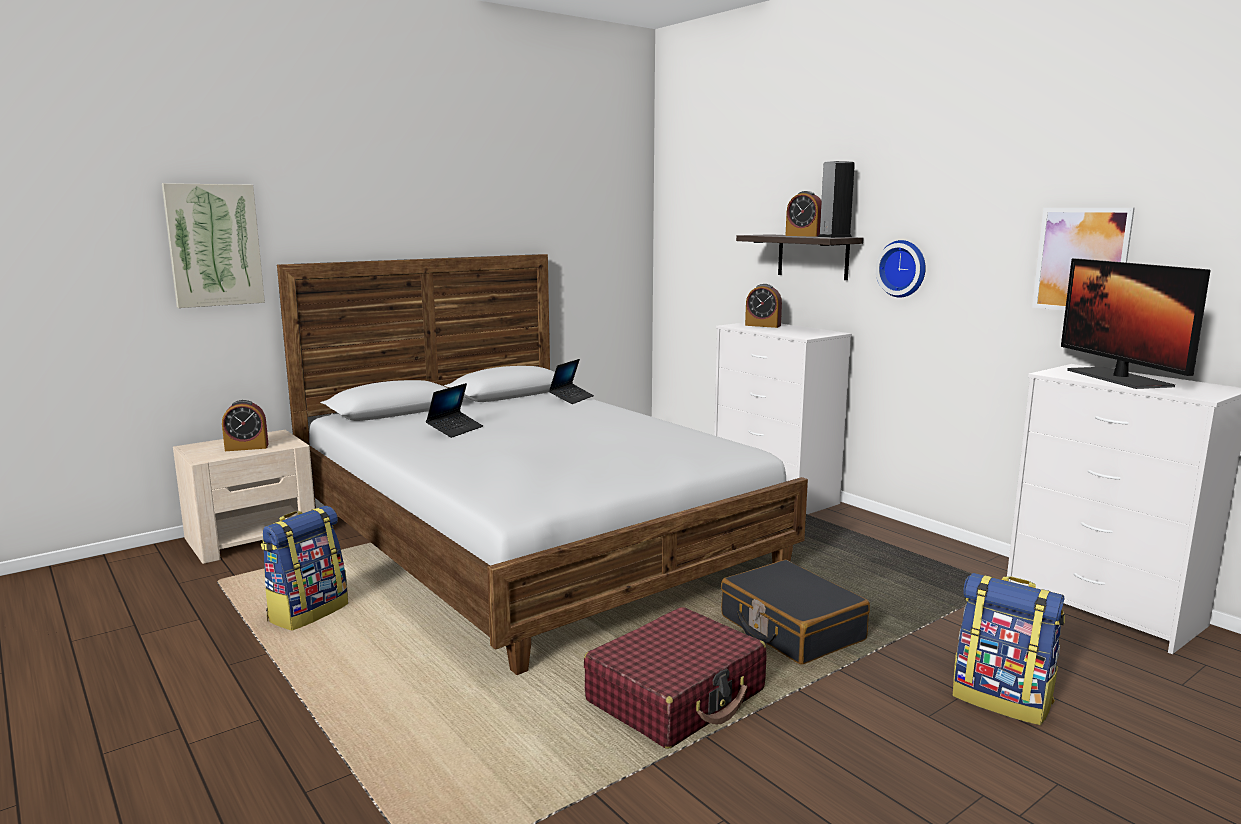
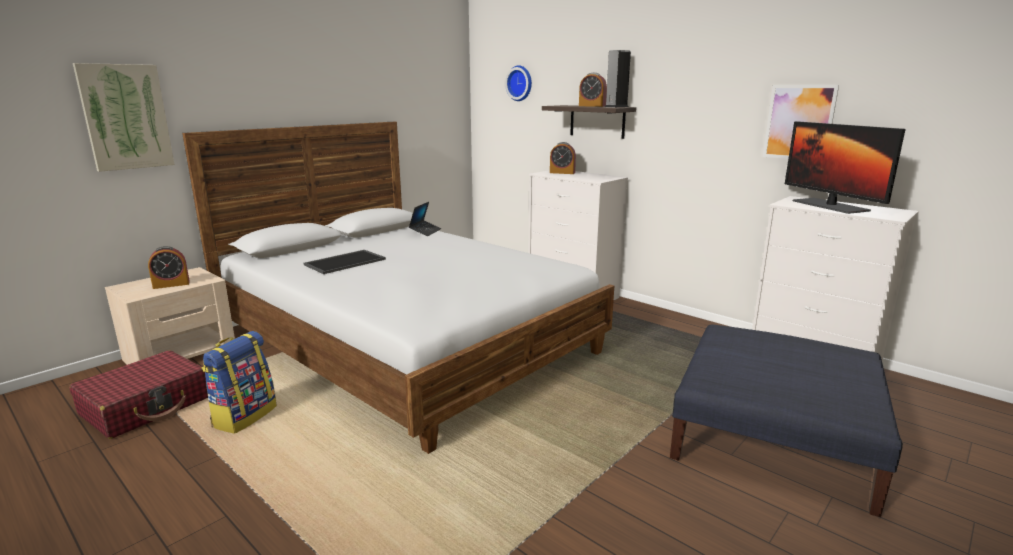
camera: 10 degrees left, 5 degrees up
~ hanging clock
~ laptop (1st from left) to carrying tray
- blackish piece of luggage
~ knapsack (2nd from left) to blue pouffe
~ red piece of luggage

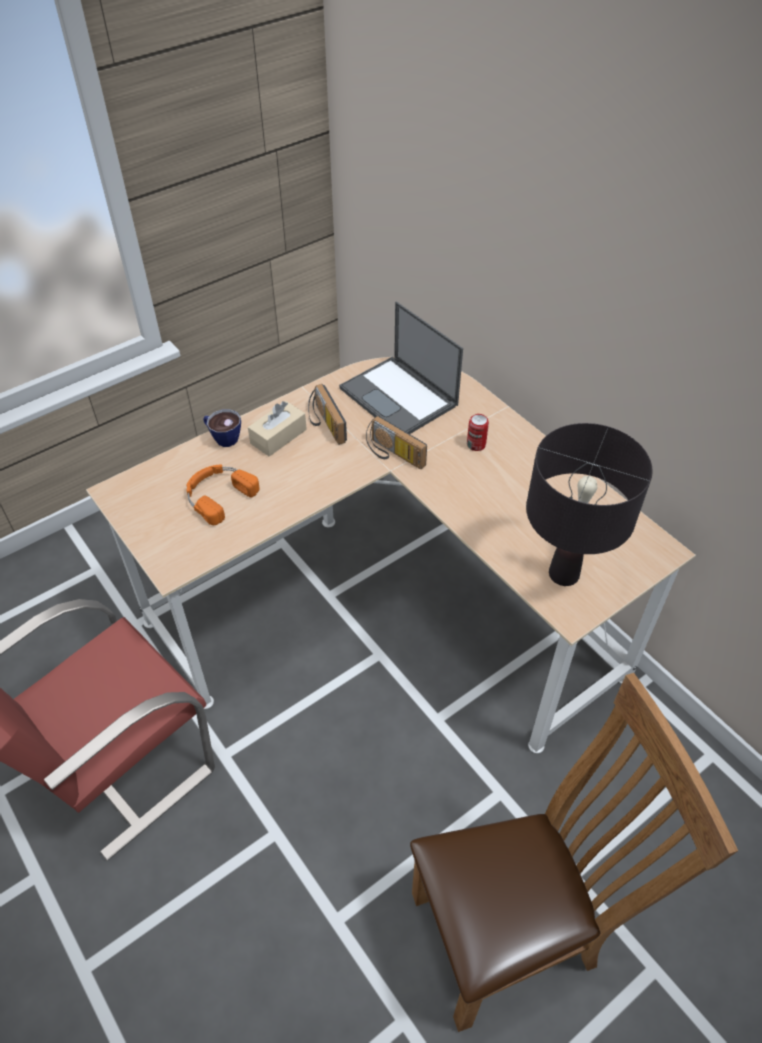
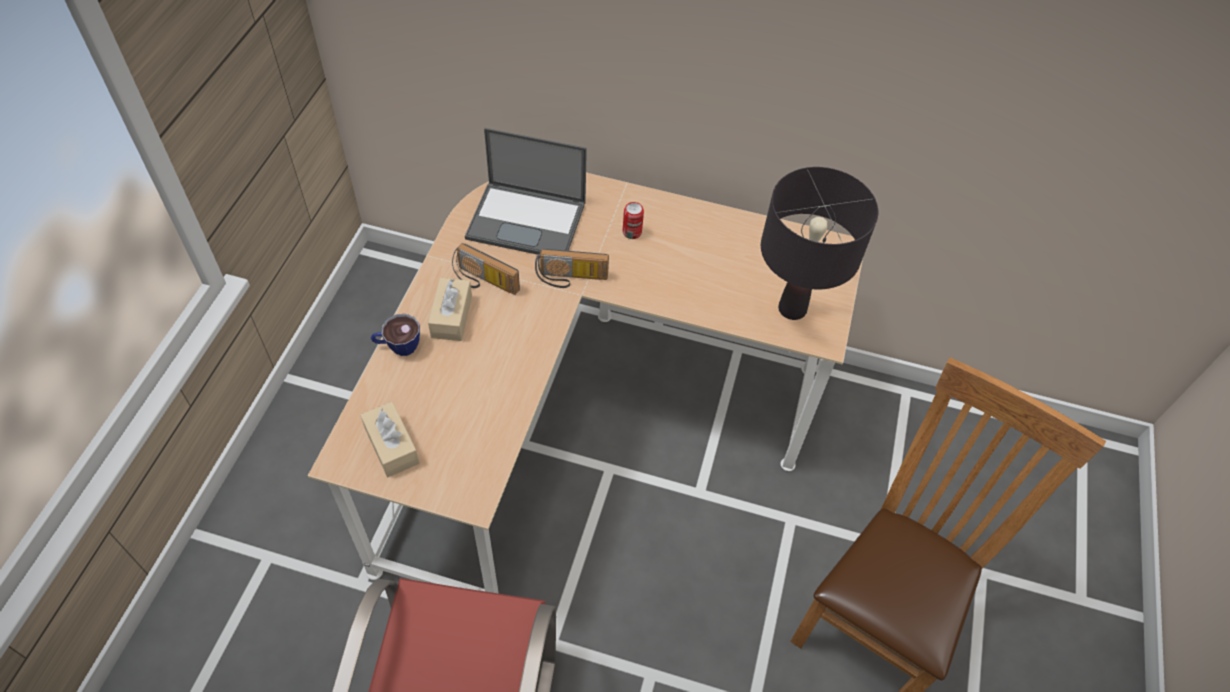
camera: 40 degrees left, 5 degrees up
- orangey headphones
+ sand-coloured box of tissues (1st from left)

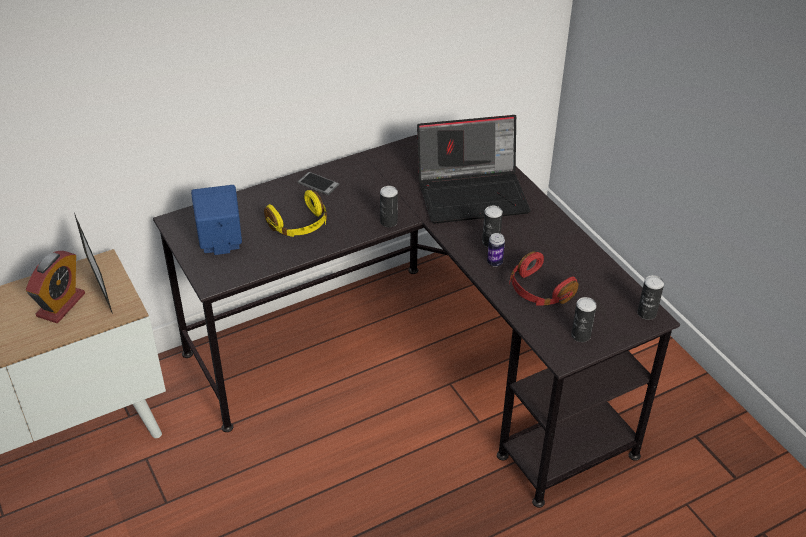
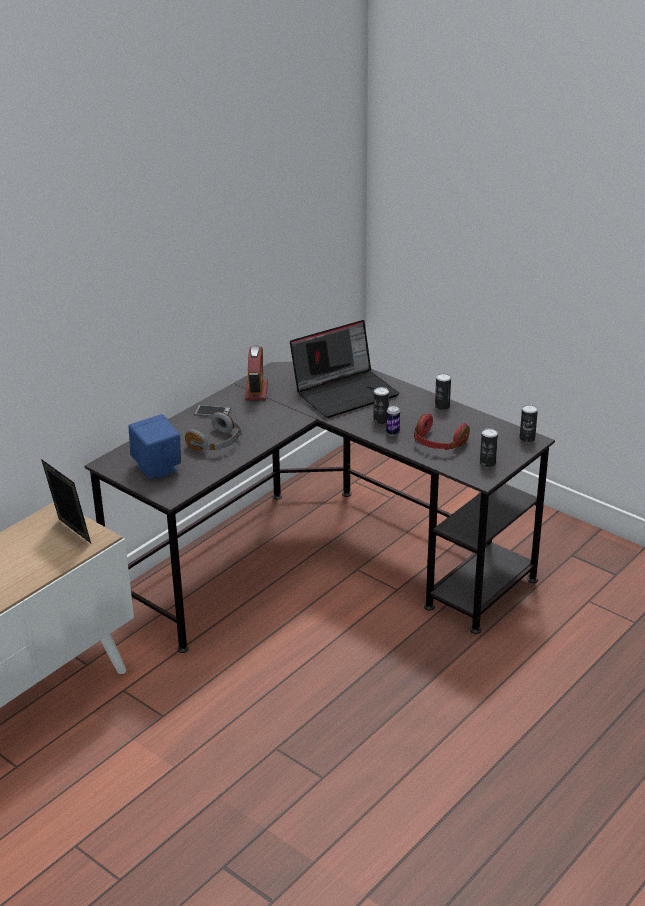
camera: 20 degrees left, 10 degrees down
~ can (1st from left in the first image) to can (3rd from left)
~ yellowish headphones to gray headphones
~ table clock

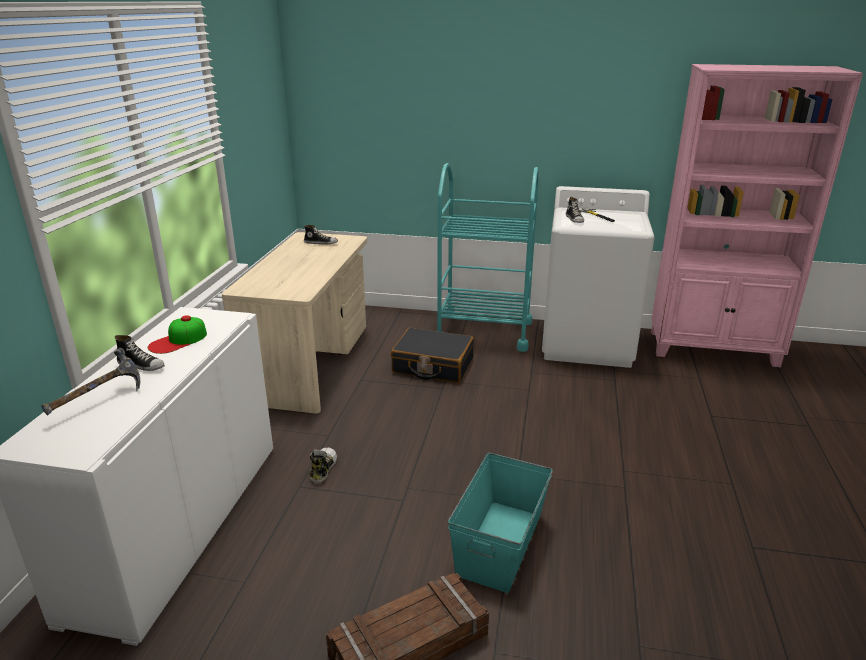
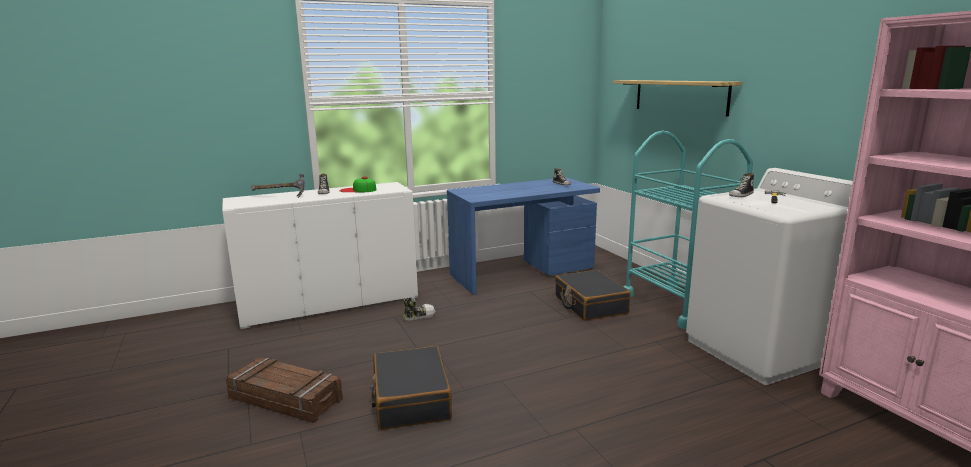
camera: 55 degrees right, 10 degrees down
~ sand-coloured desk to blue desk
~ turquoise storage container to blackish piece of luggage (1st from left)
+ bracket shelf

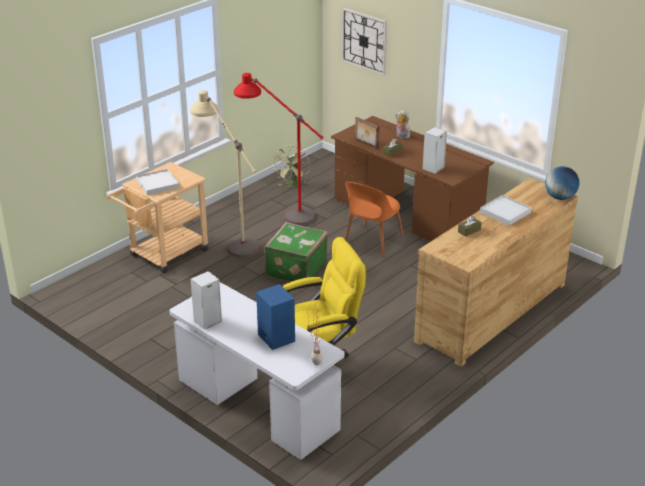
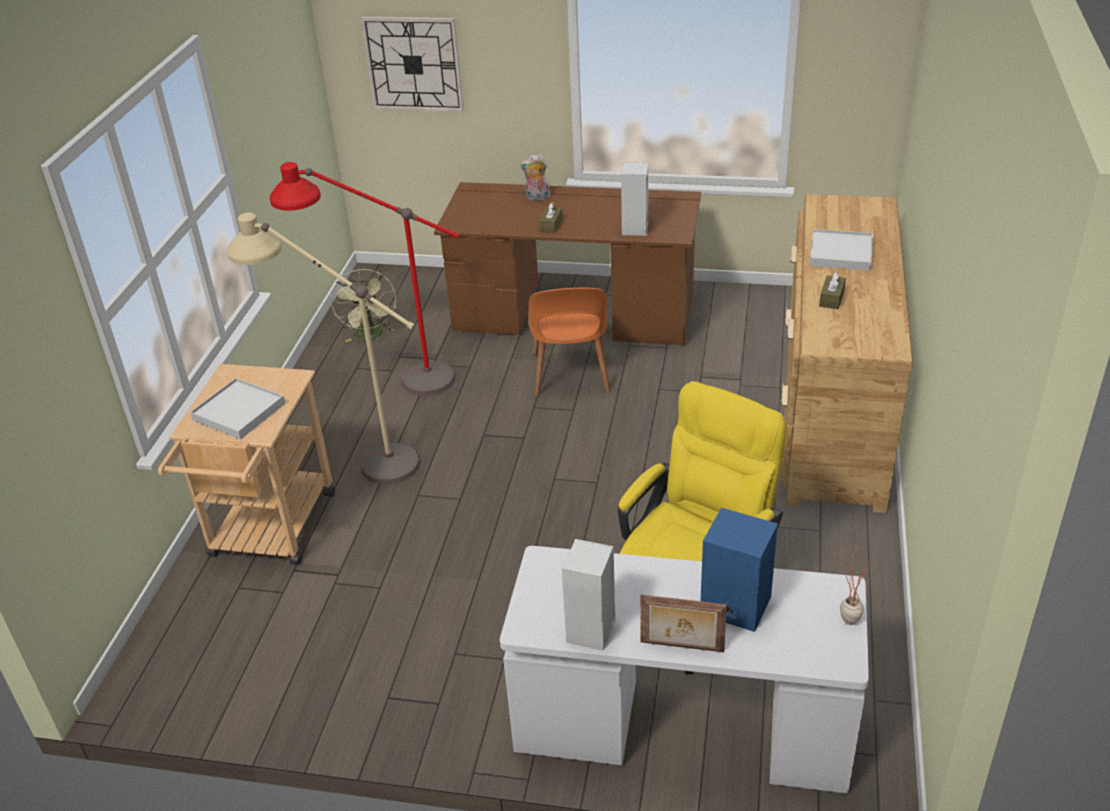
camera: 30 degrees left, 5 degrees up
~ photo frame
- globe
- green-coloured piece of luggage

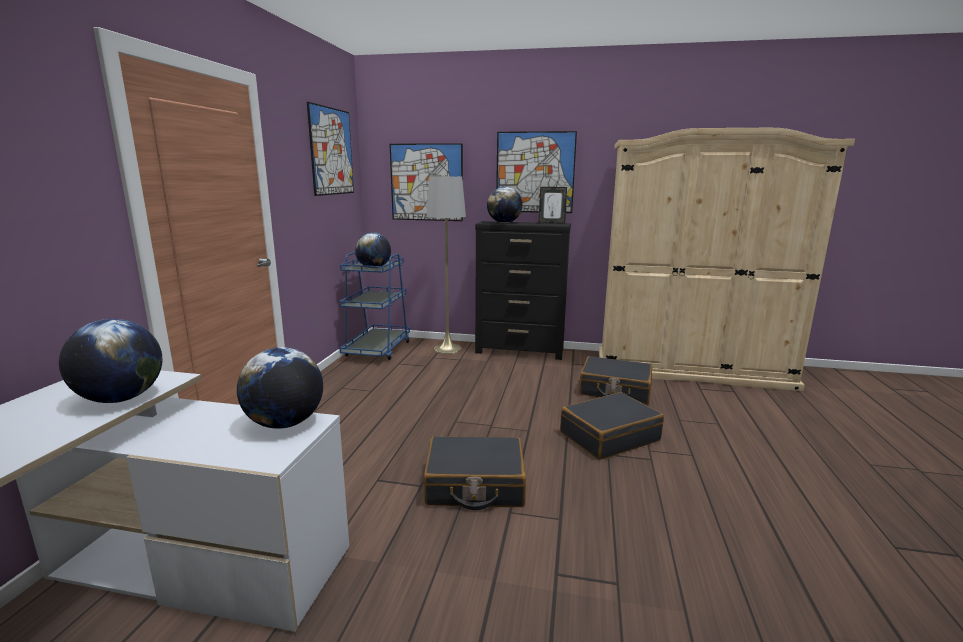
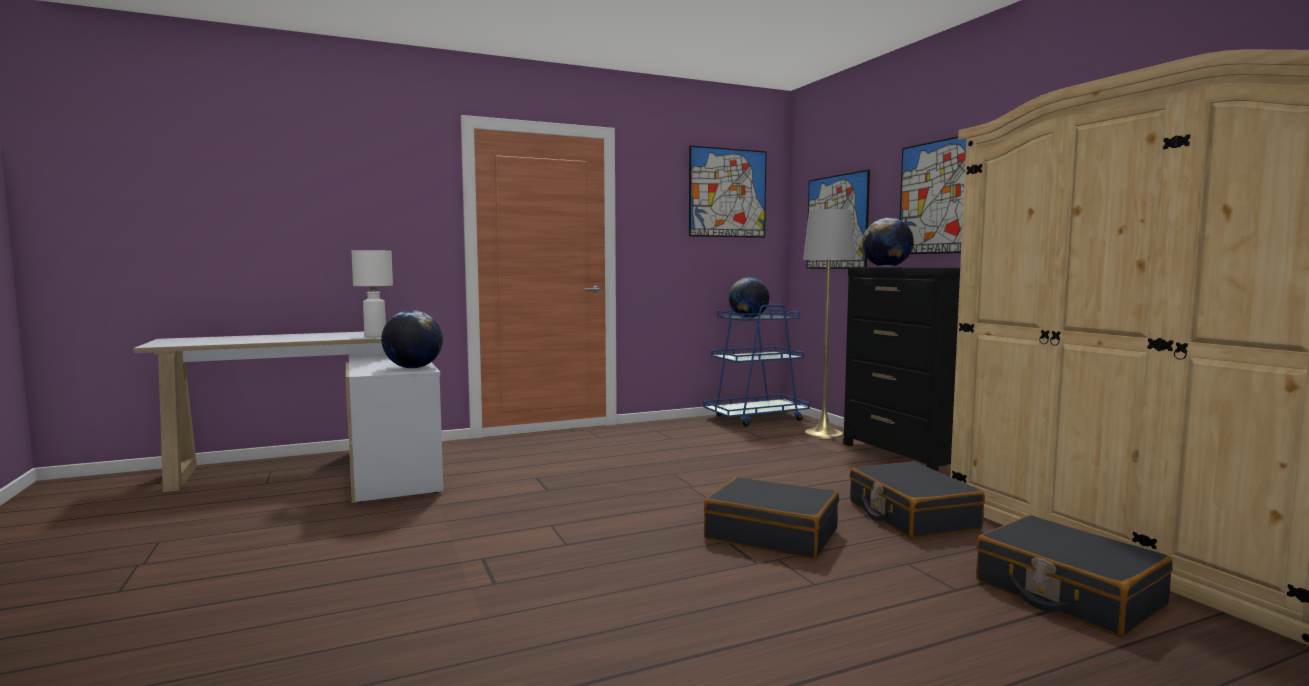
camera: 55 degrees right, 10 degrees down
- photo frame
~ globe (1st from left) to white table lamp
~ blackish piece of luggage (1st from left in the first image) to blackish piece of luggage (3rd from left)

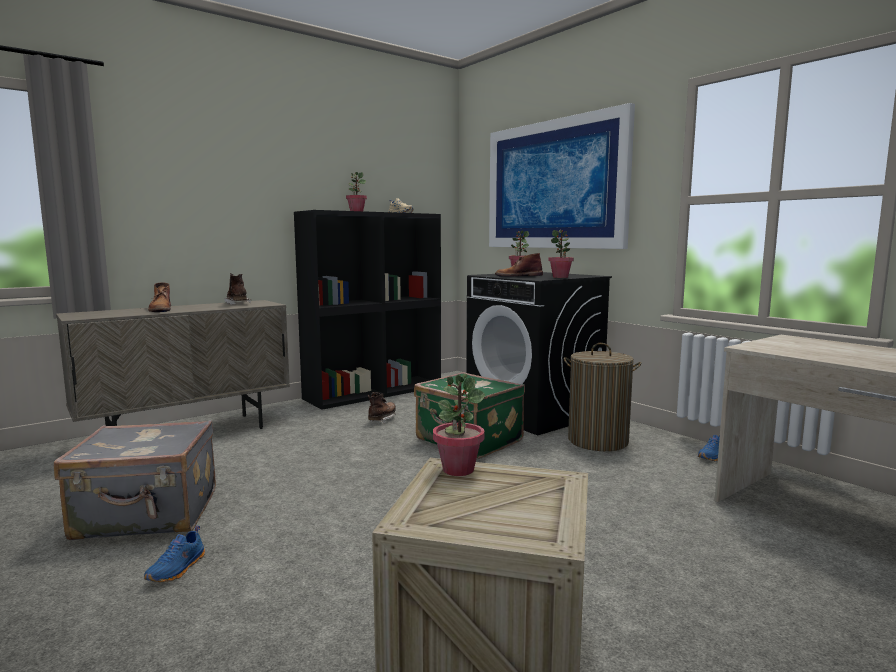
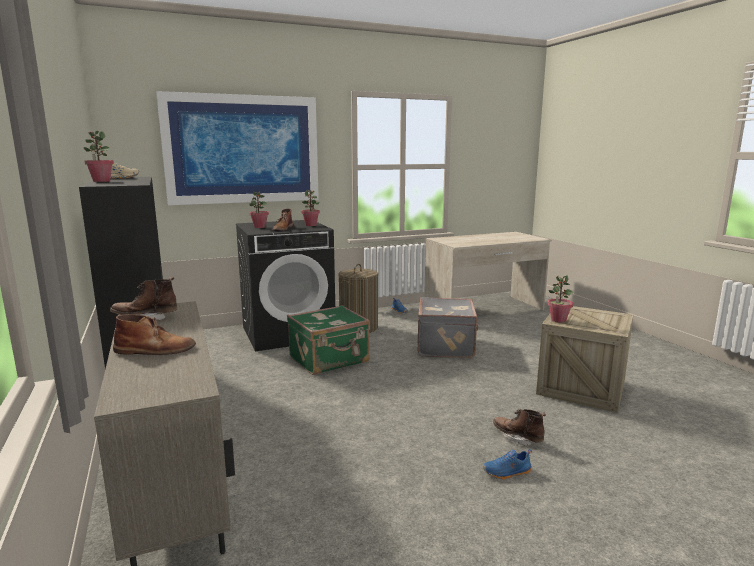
camera: 75 degrees left, 5 degrees up
~ brown-coloured high-top boot (3rd from left in the first image) to brown-coloured high-top boot (4th from left)
~ gray piece of luggage
~ blue item of footwear (1st from left in the first image) 135 degrees clockwise

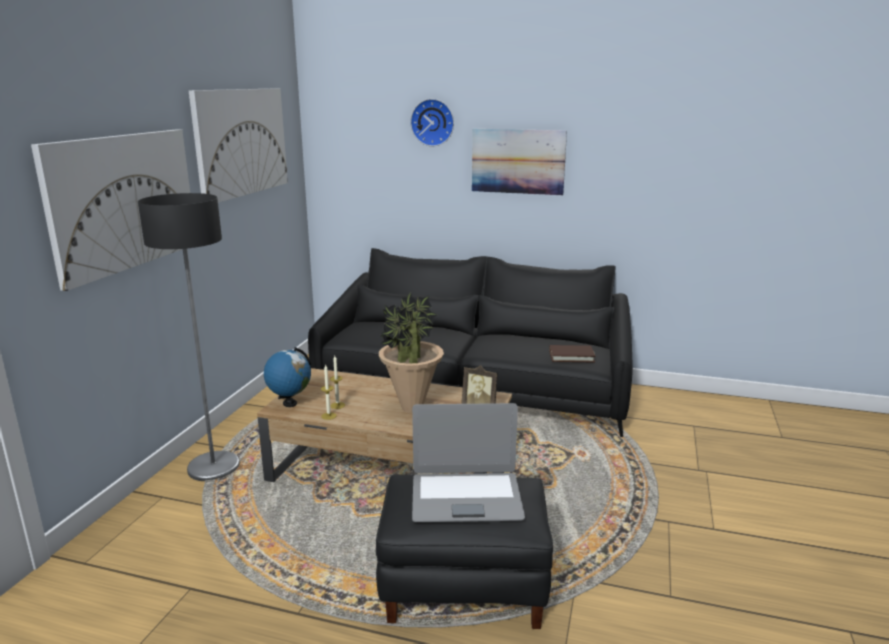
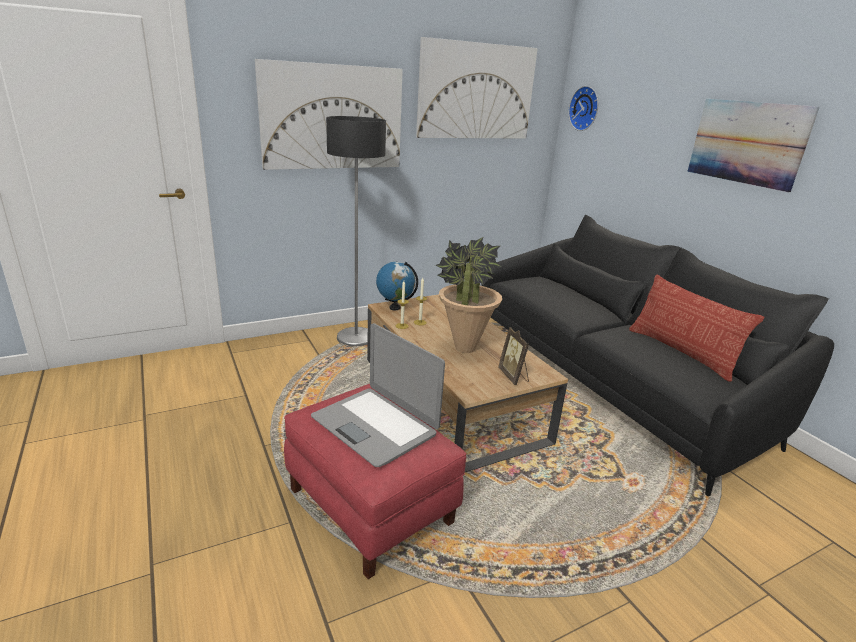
camera: 45 degrees right, 5 degrees up
~ hanging clock
- brown-coloured volume
~ blackish pouffe to red pouffe
+ throw pillow

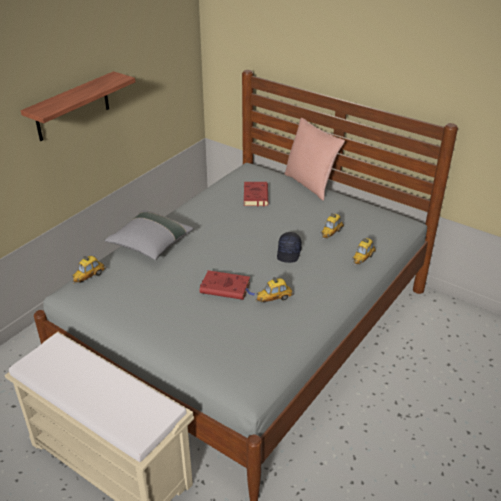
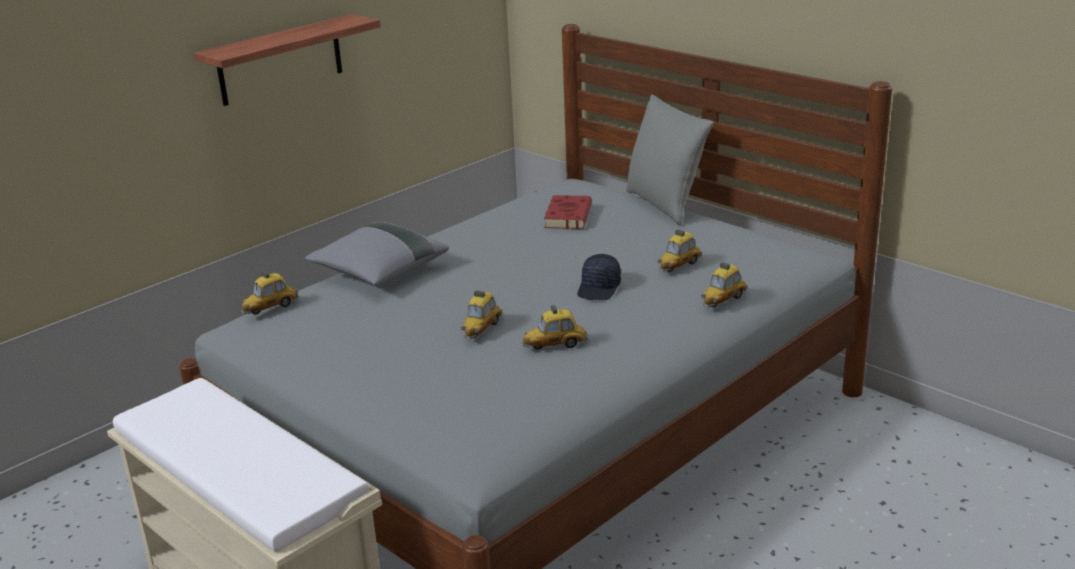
camera: 10 degrees right, 10 degrees down
~ pink-coloured throw pillow to gray throw pillow (2nd from left)
~ red volume (1st from left) to miniature car (2nd from left)

